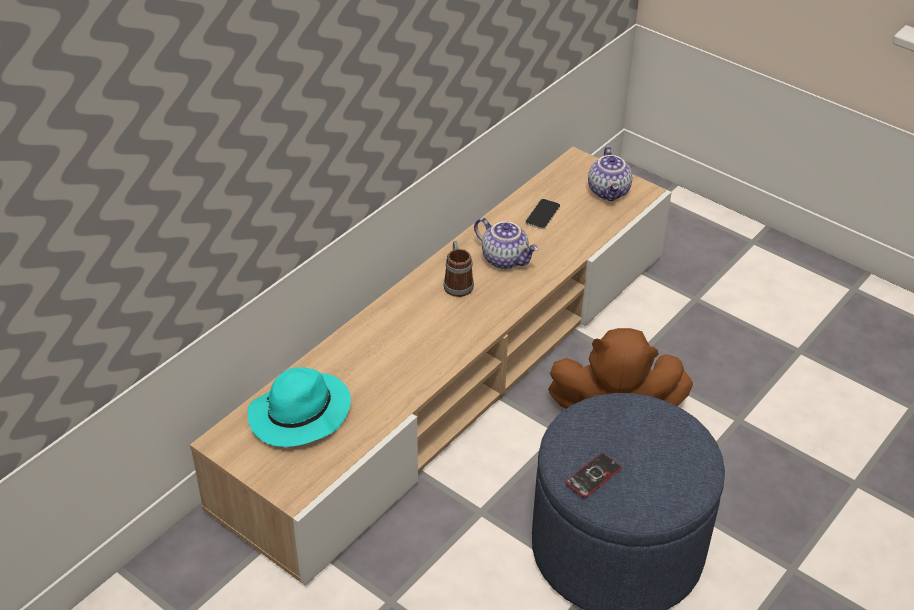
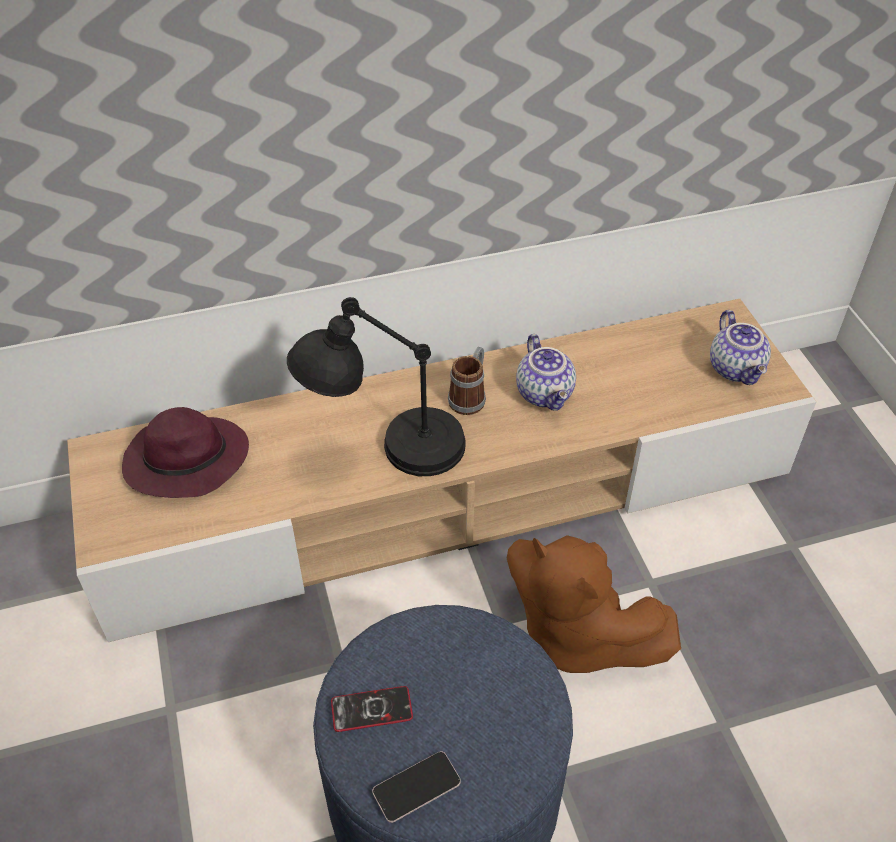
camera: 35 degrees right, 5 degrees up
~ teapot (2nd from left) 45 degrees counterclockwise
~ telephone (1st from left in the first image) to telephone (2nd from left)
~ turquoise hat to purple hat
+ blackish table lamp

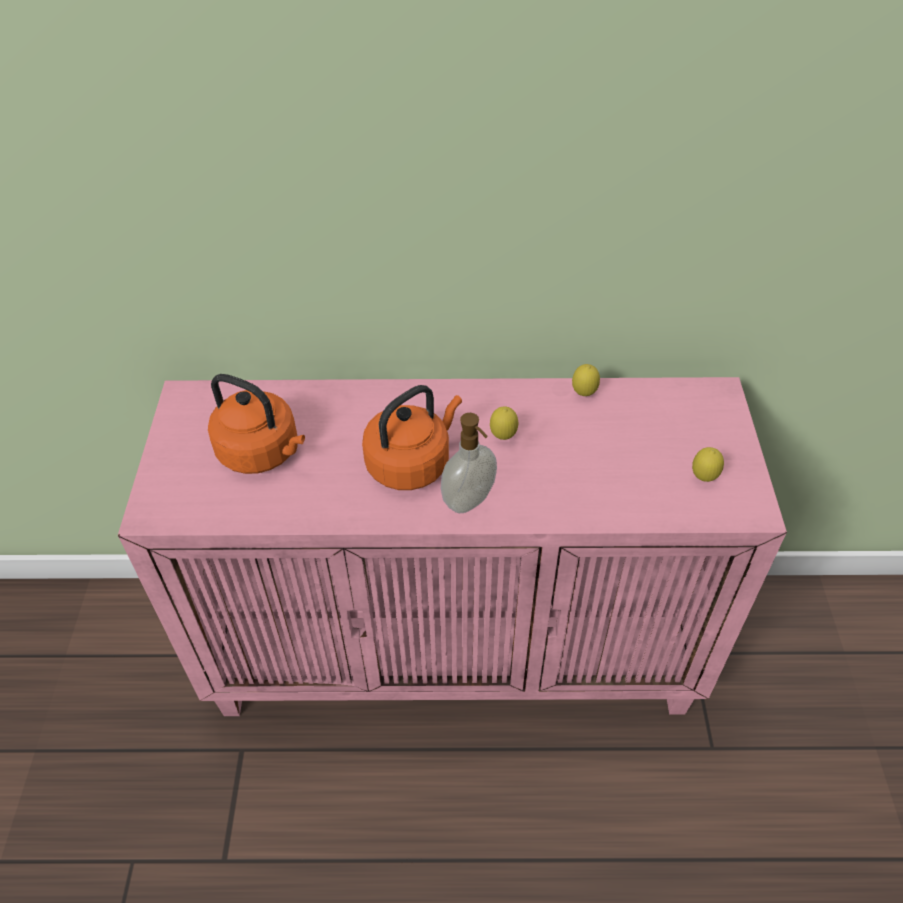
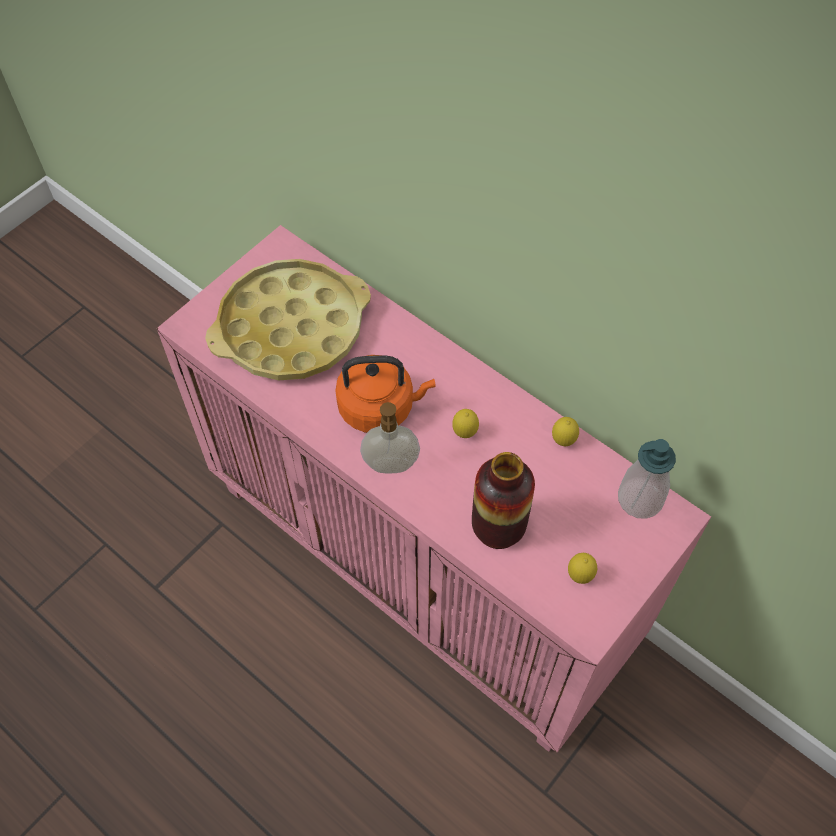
camera: 40 degrees right, 10 degrees up
~ orangey tea kettle (1st from left) to yellowish carrying tray
+ soap dispenser (2nd from left)
+ vase

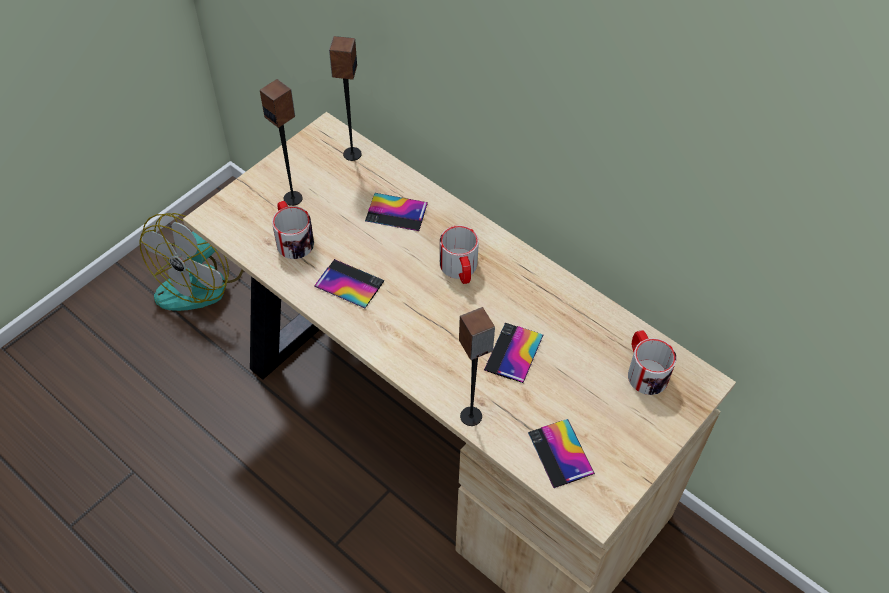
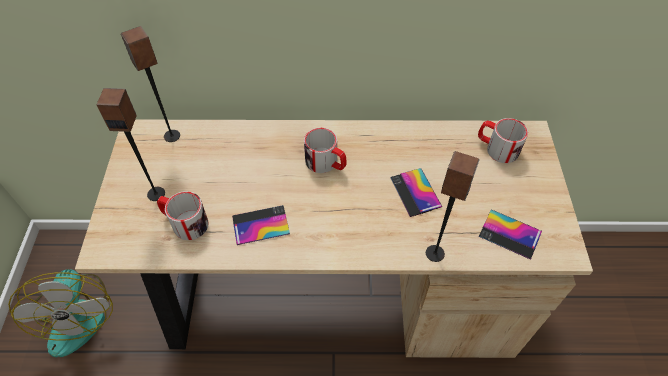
camera: 40 degrees left, 0 degrees up
- telephone (2nd from left)

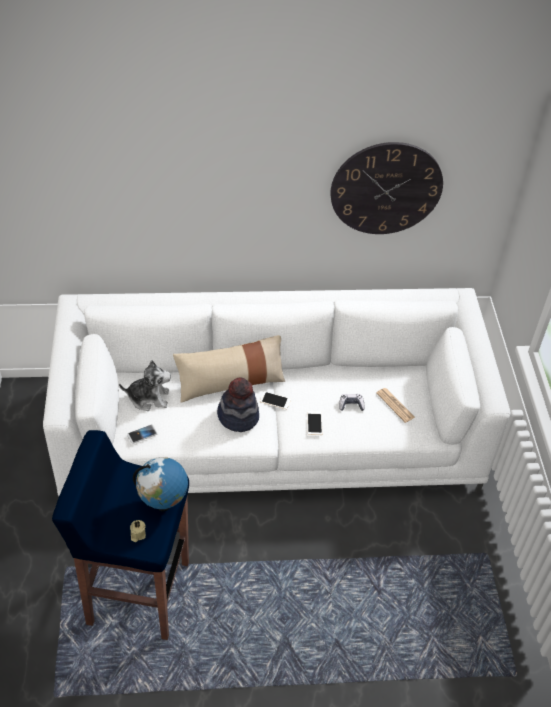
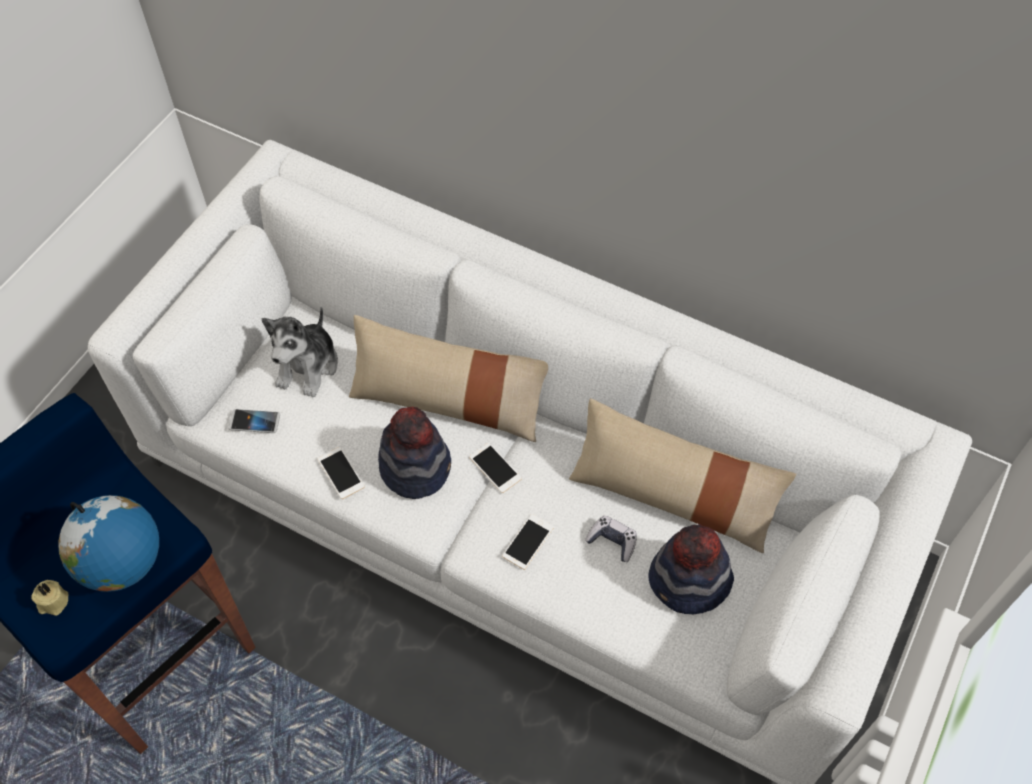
camera: 35 degrees right, 10 degrees up
- hanging clock
~ cuddly toy 75 degrees clockwise
~ printed paper to hat (2nd from left)
+ sand-coloured throw pillow (2nd from left)
+ telephone (2nd from left)

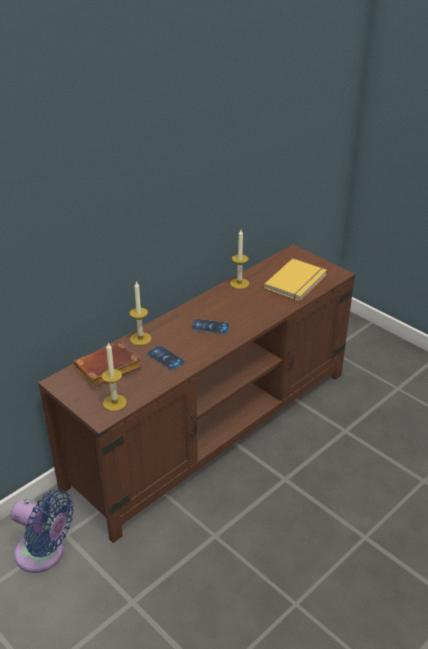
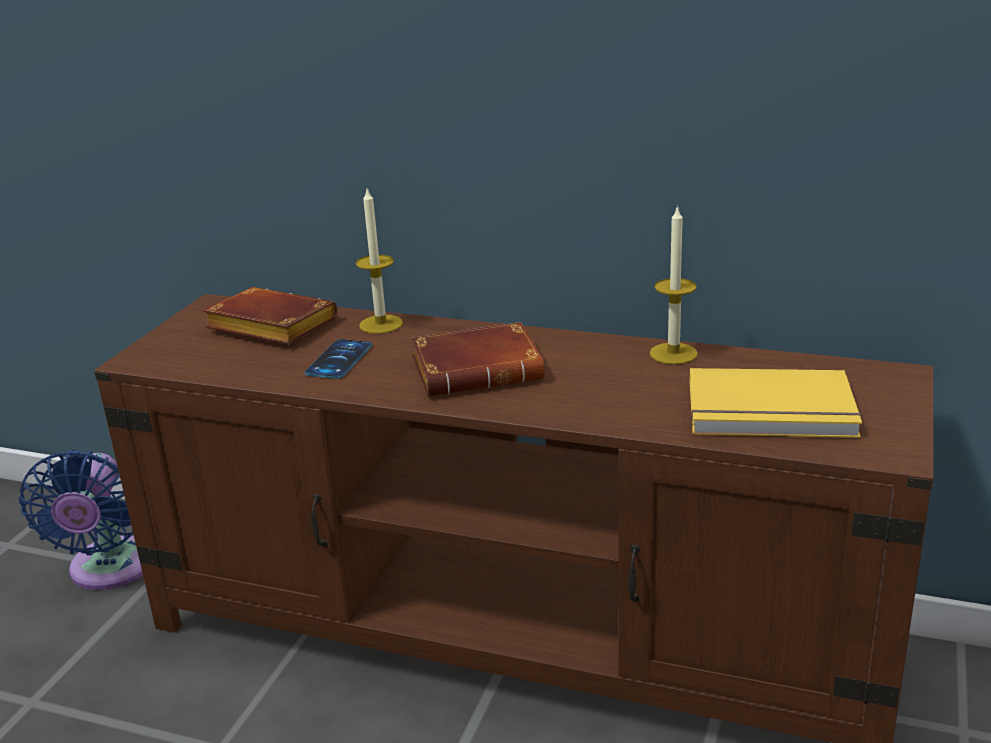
camera: 65 degrees right, 10 degrees down
~ telephone (2nd from left) to brown-coloured volume (2nd from left)
- candle (1st from left)

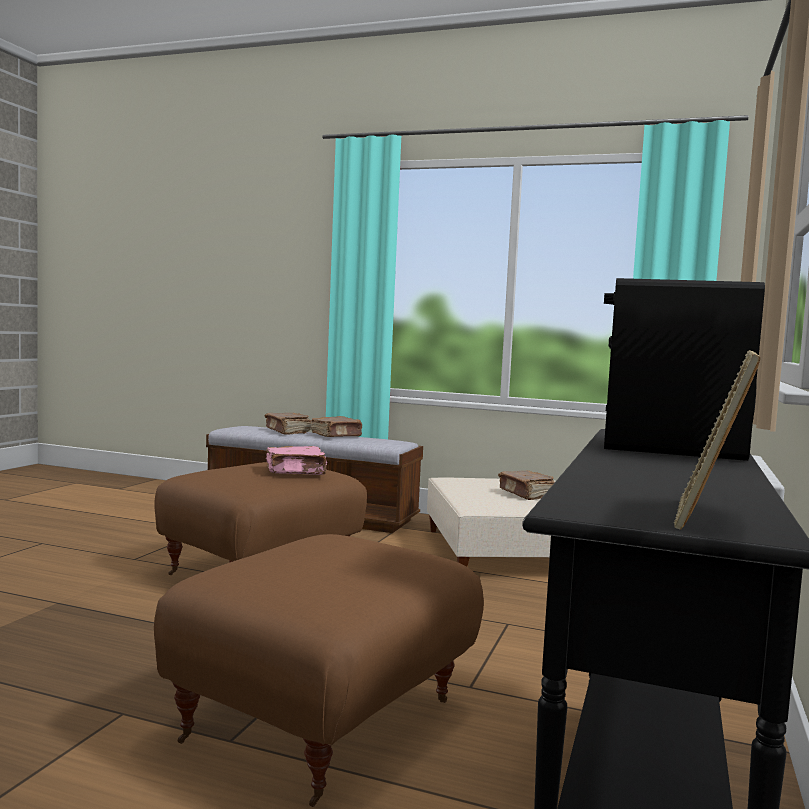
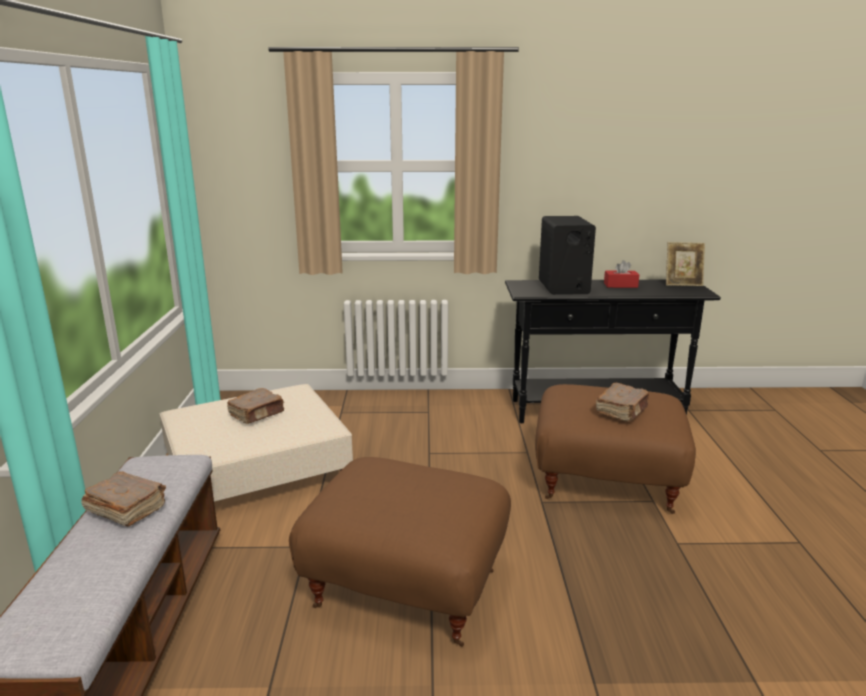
camera: 110 degrees left, 15 degrees up
~ brown-coloured volume (1st from left in the first image) to brown-coloured volume (3rd from left)
- pink-coloured volume
+ red box of tissues

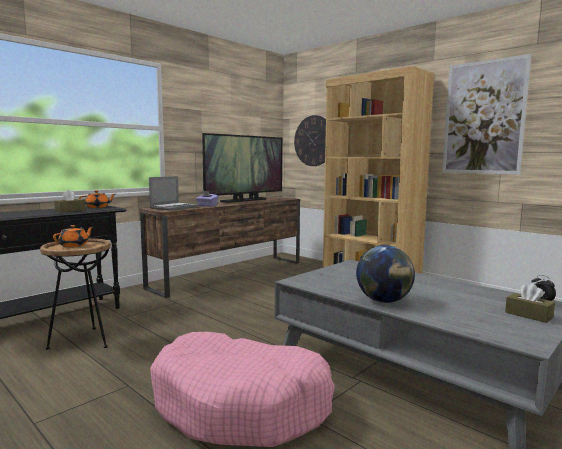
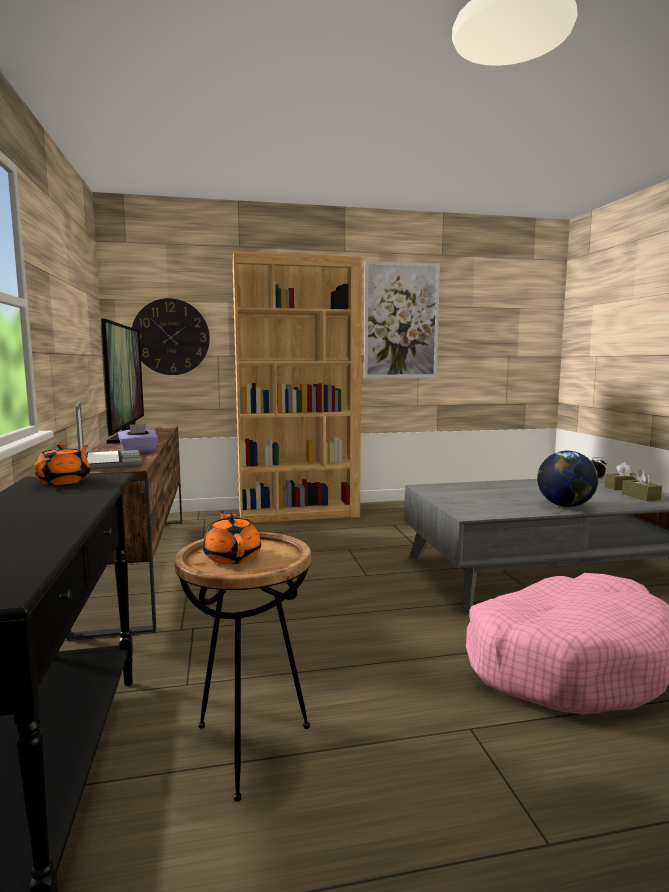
camera: 55 degrees left, 0 degrees up
~ brown-coloured box of tissues (1st from left in the first image) to brown-coloured box of tissues (2nd from left)

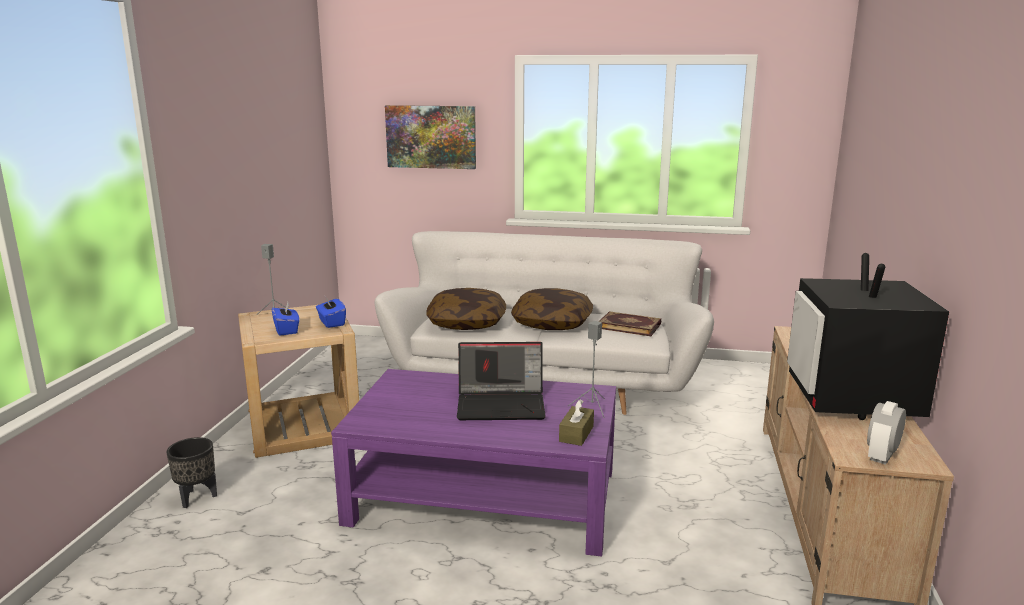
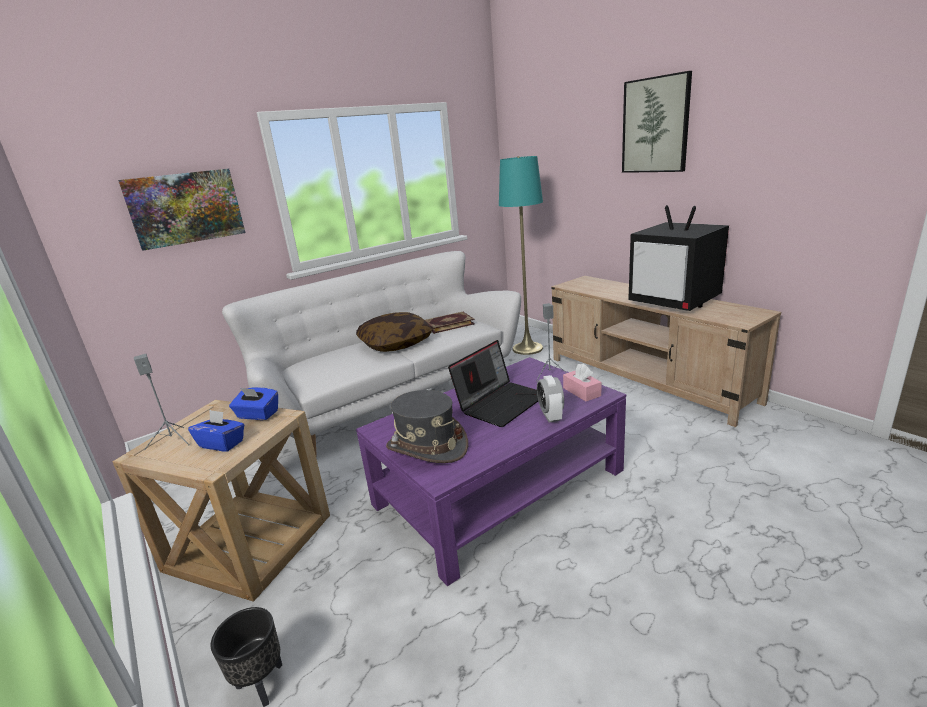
camera: 45 degrees left, 5 degrees up
- throw pillow (1st from left)
~ brown-coloured box of tissues to pink-coloured box of tissues
~ table clock
+ wall picture (2nd from left)
+ turquoise standing lamp
+ gray hat

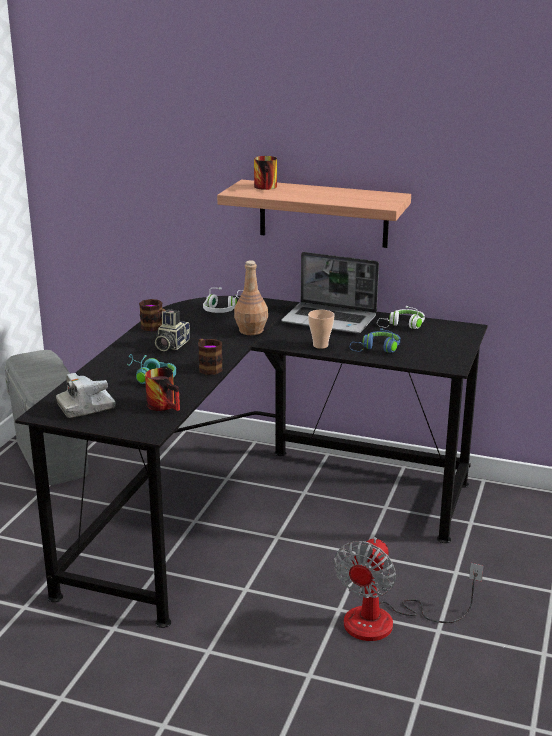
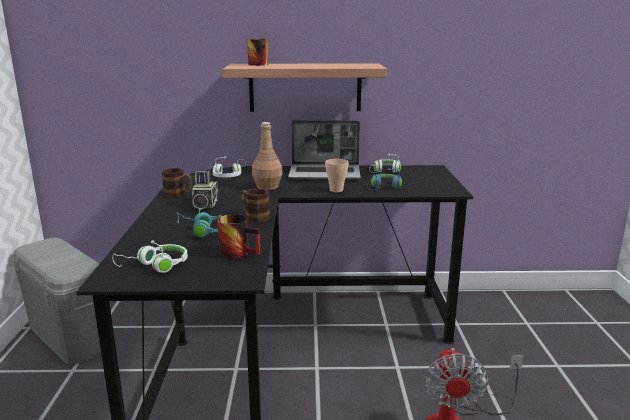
camera: 20 degrees left, 5 degrees down
~ photo camera (1st from left) to white headphones (1st from left)

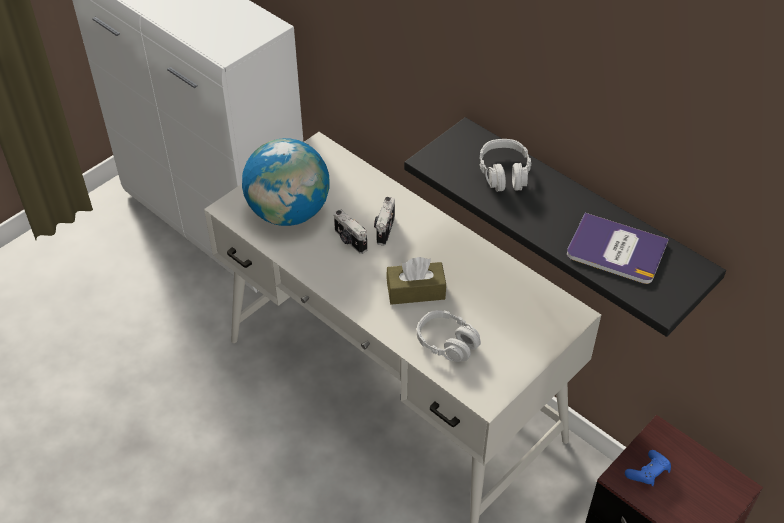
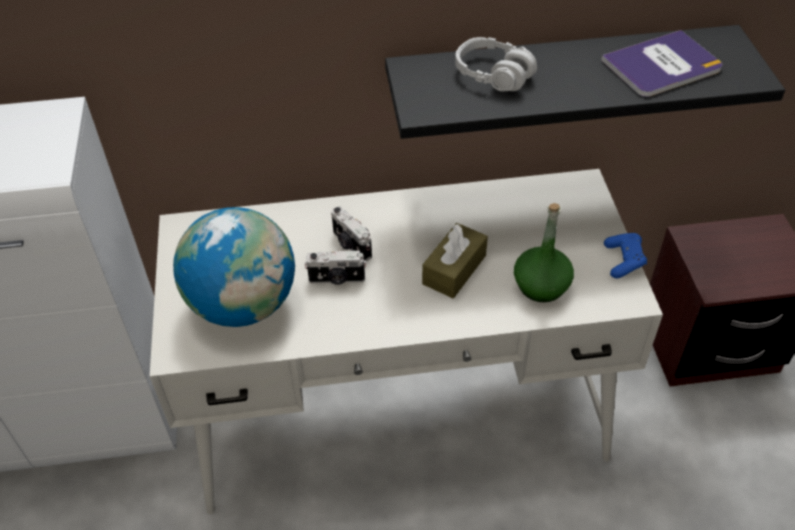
camera: 50 degrees left, 0 degrees up
~ gray headphones (1st from left) to green-coloured bottle
~ blue gamepad

